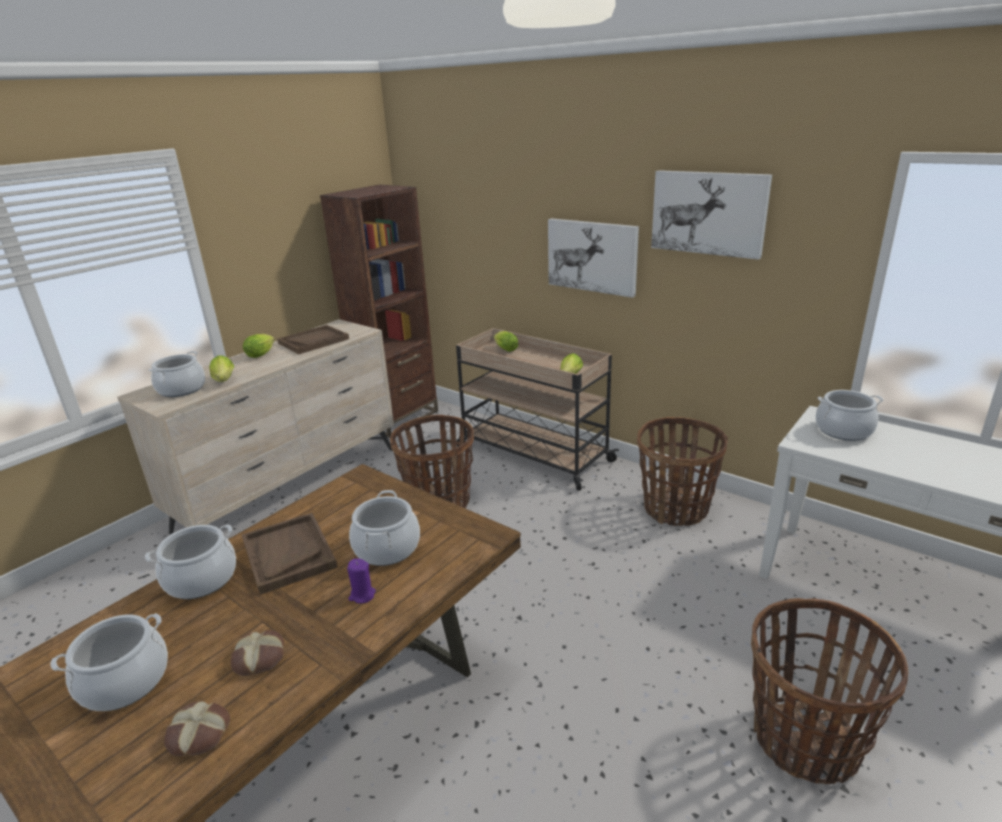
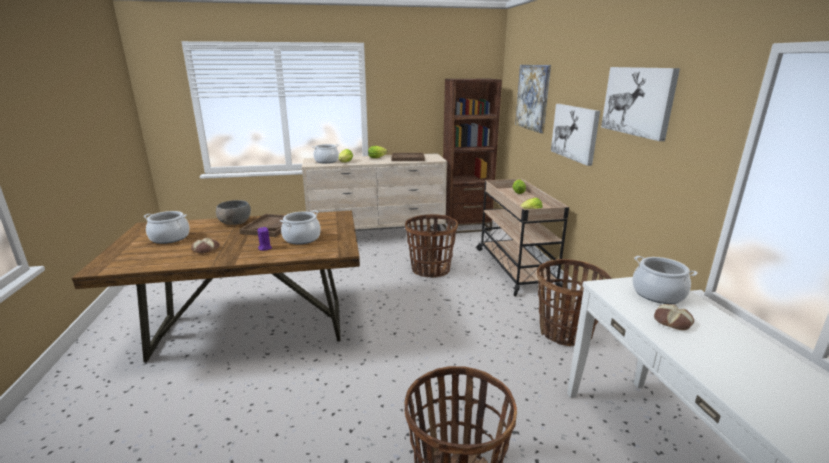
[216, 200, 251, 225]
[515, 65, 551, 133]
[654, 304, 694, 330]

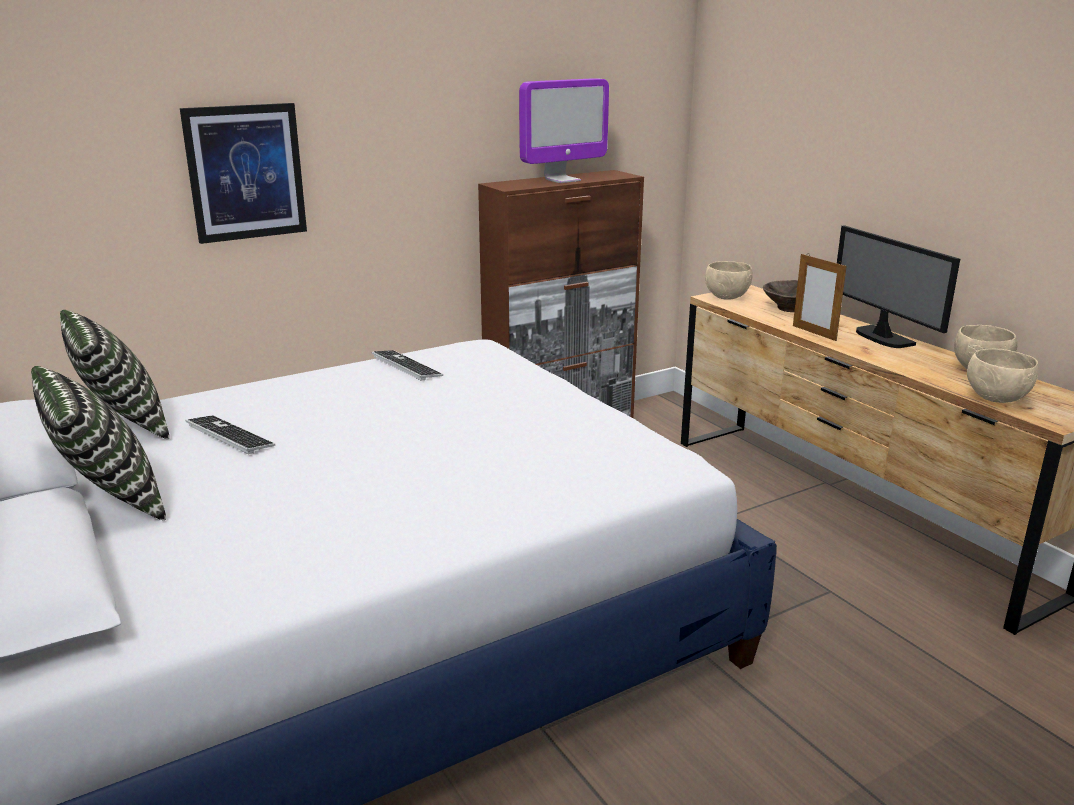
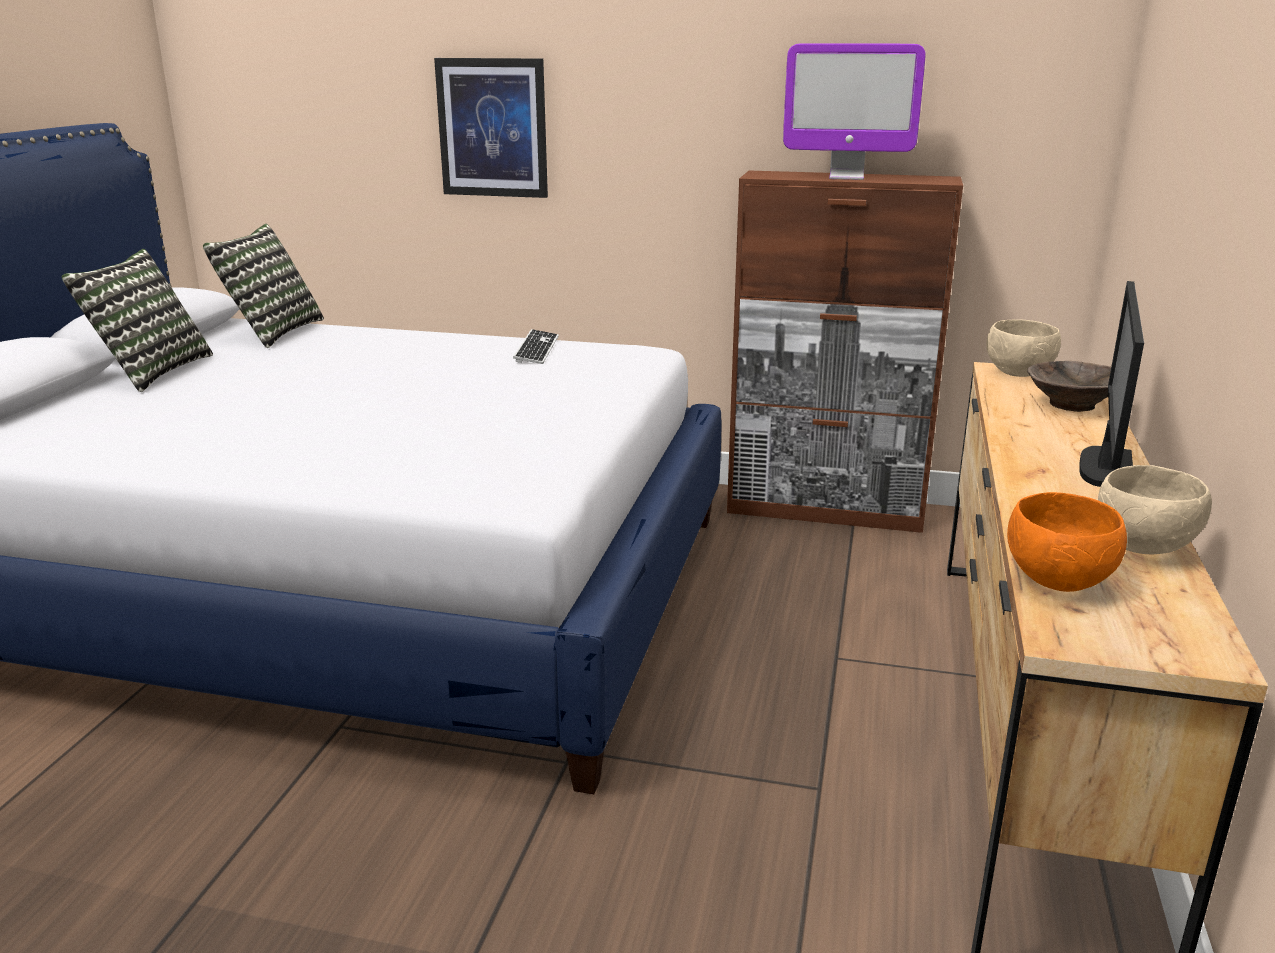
[1007, 492, 1127, 592]
[186, 415, 275, 454] (first image)
[793, 254, 847, 341] (first image)

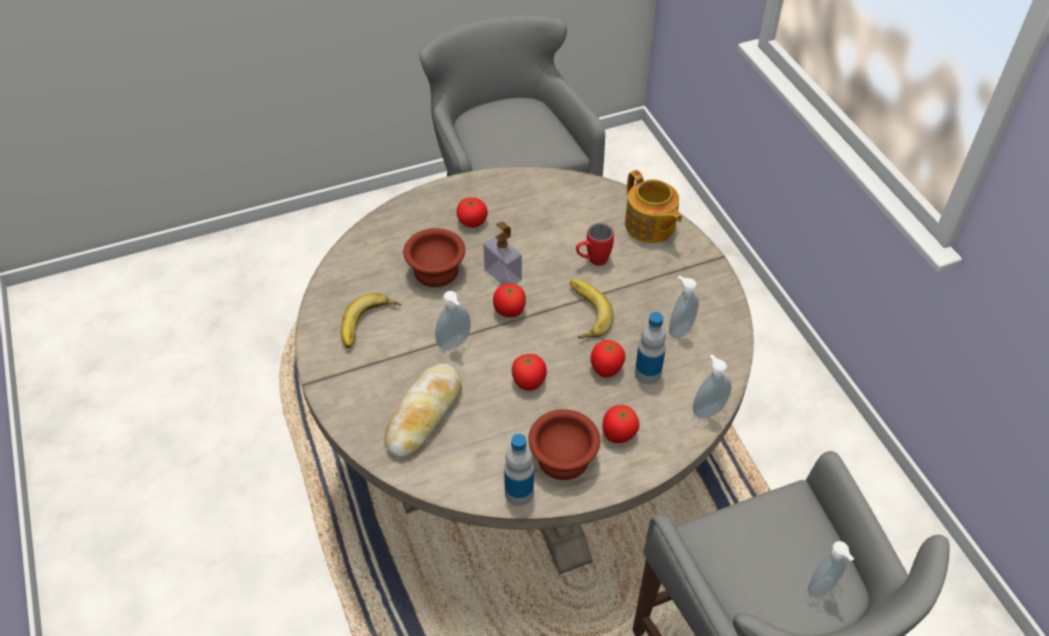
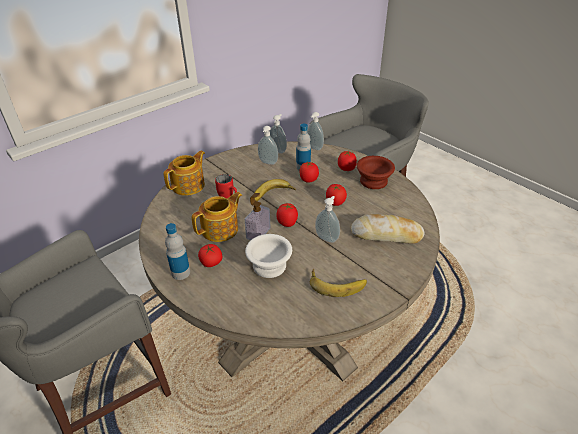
[165, 223, 190, 280]
[191, 192, 242, 242]
[245, 234, 292, 278]
[269, 114, 287, 154]

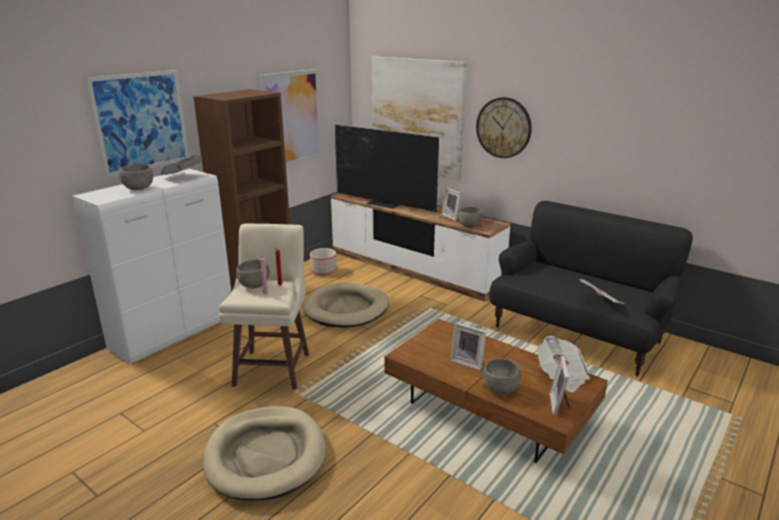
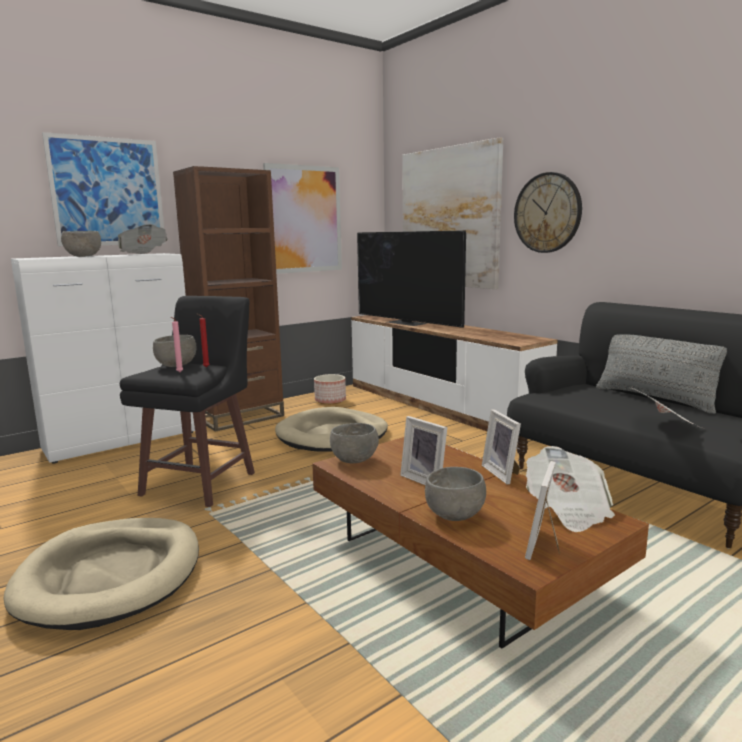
[120, 296, 255, 507]
[330, 423, 379, 463]
[482, 409, 521, 485]
[596, 334, 727, 414]

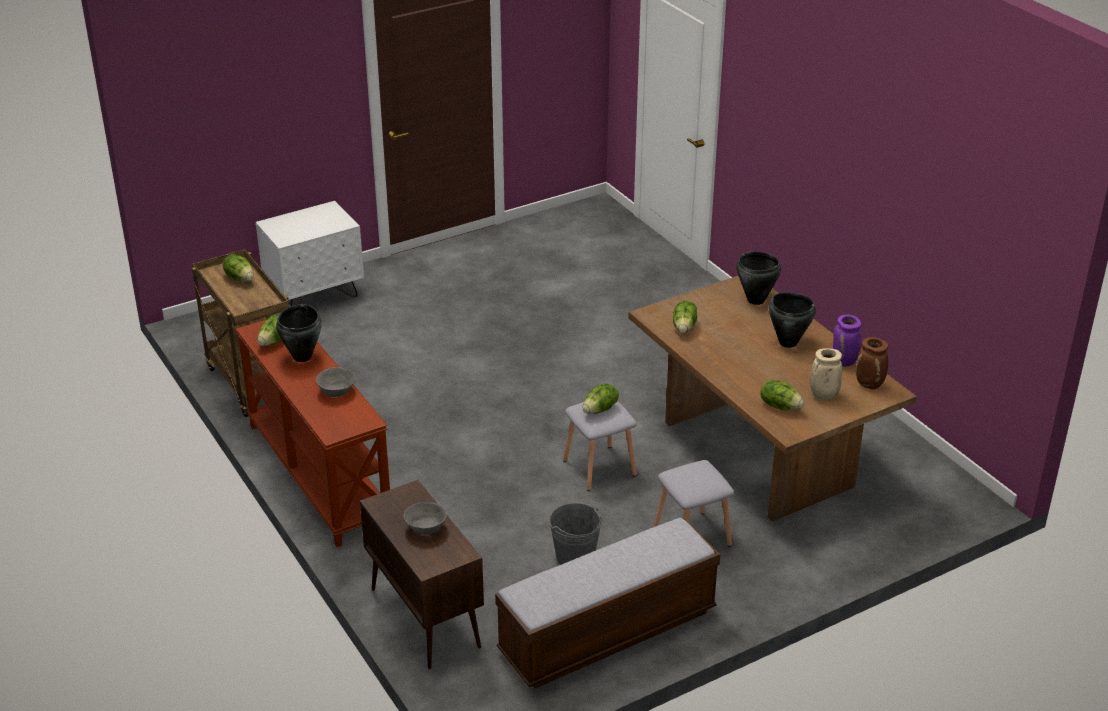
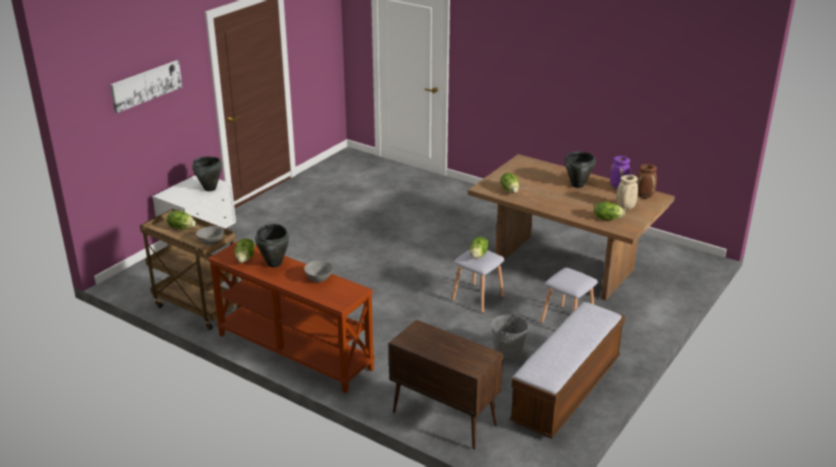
[110, 60, 182, 113]
[192, 156, 222, 191]
[196, 226, 224, 245]

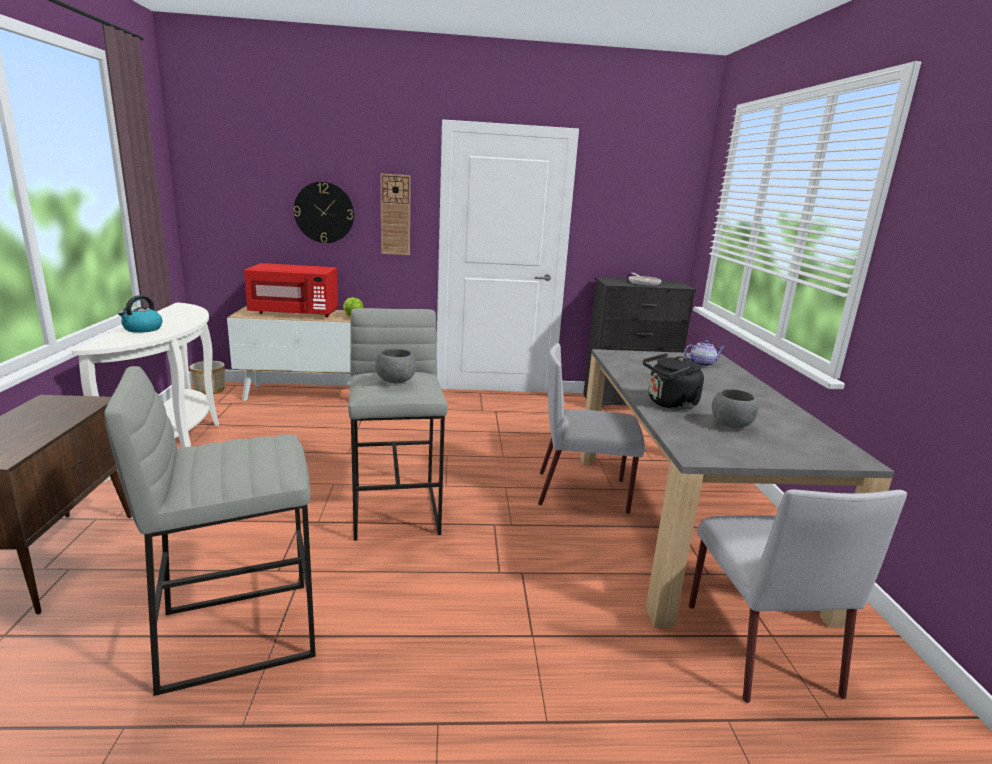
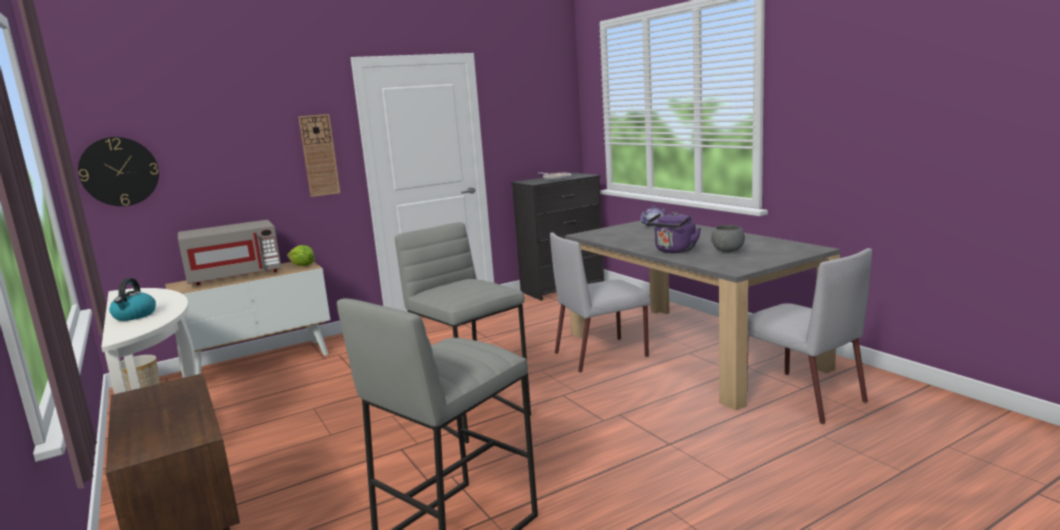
[78, 137, 159, 206]
[178, 220, 281, 285]
[647, 212, 701, 253]
[375, 349, 416, 384] (first image)

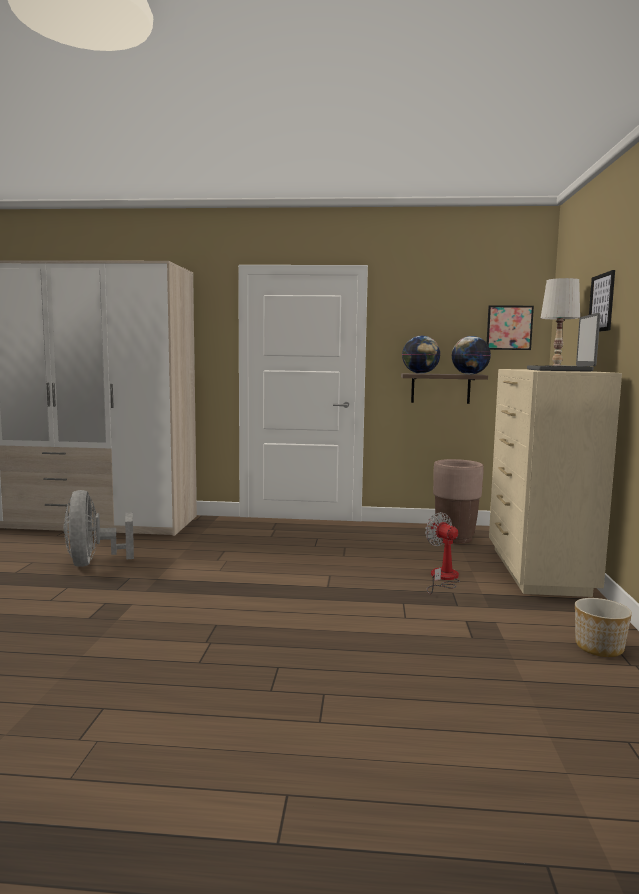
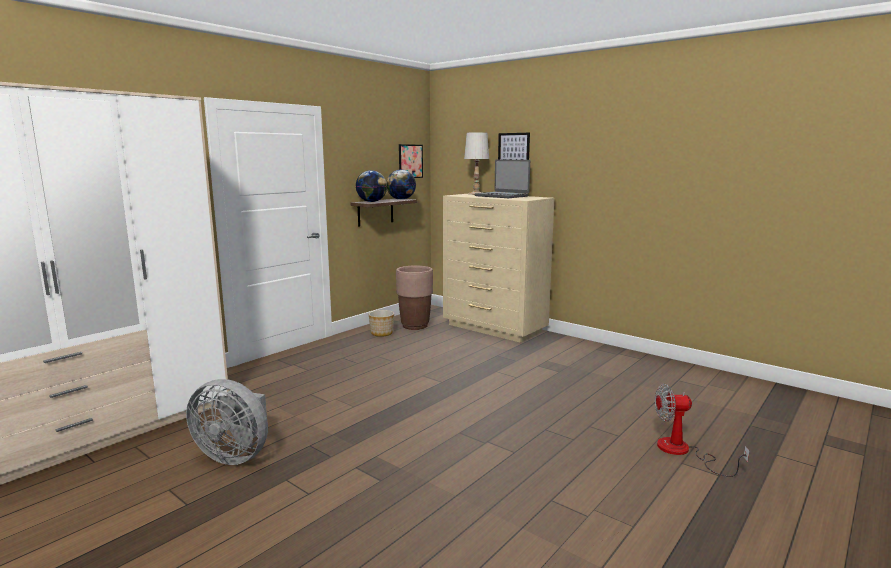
[369, 310, 394, 337]
[655, 384, 750, 477]

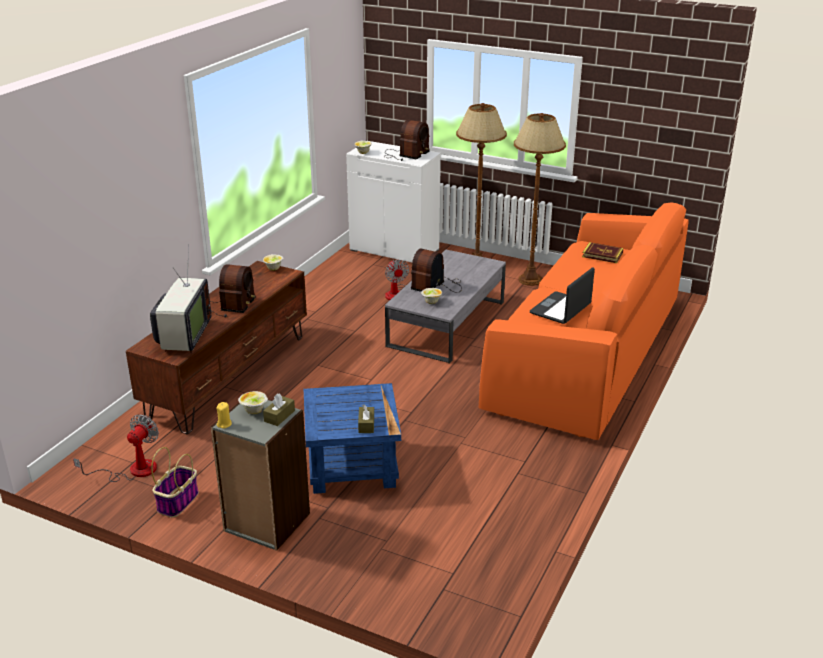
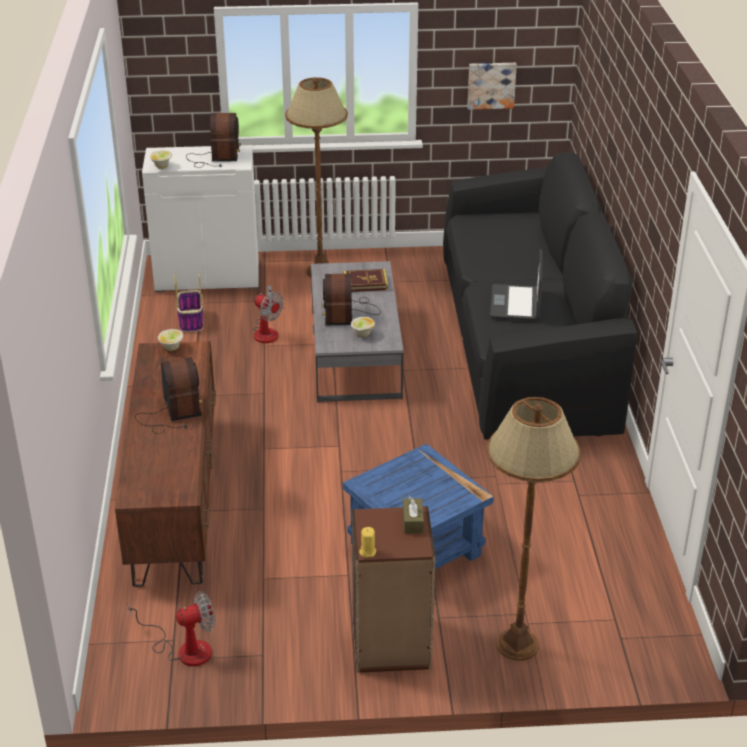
[127, 591, 215, 666]
[174, 273, 203, 332]
[343, 269, 388, 292]
[352, 506, 436, 673]
[443, 153, 637, 440]
[467, 63, 517, 110]
[487, 397, 581, 661]
[150, 244, 211, 353] (first image)
[238, 391, 268, 414] (first image)
[358, 404, 374, 433] (first image)

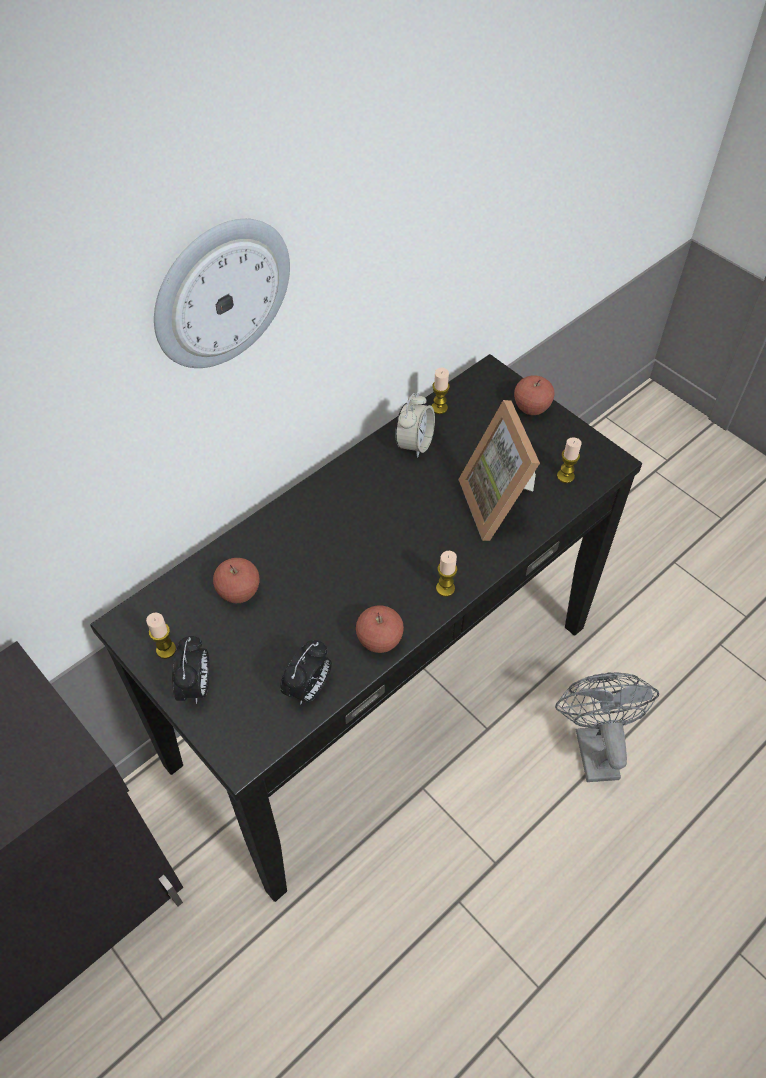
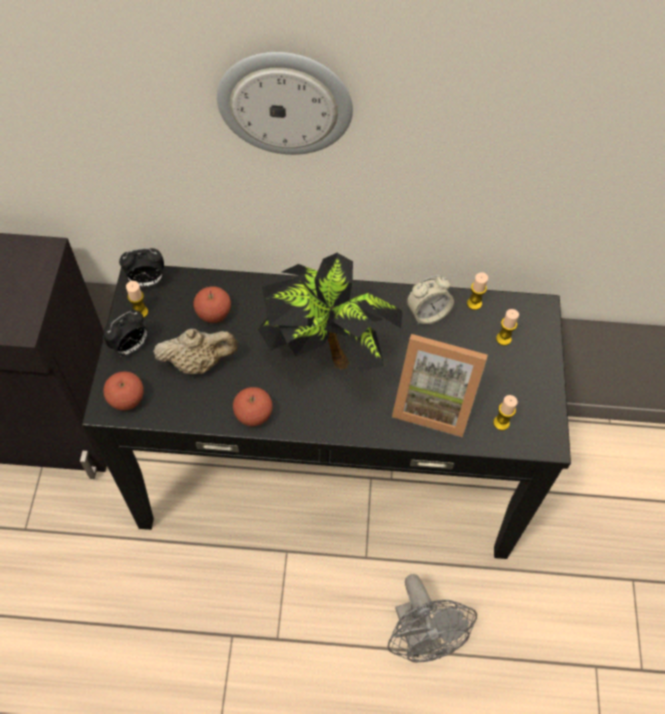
[103, 372, 144, 410]
[119, 248, 164, 288]
[153, 329, 238, 374]
[258, 253, 403, 371]
[388, 574, 477, 663]
[392, 334, 488, 438]
[496, 309, 519, 346]

